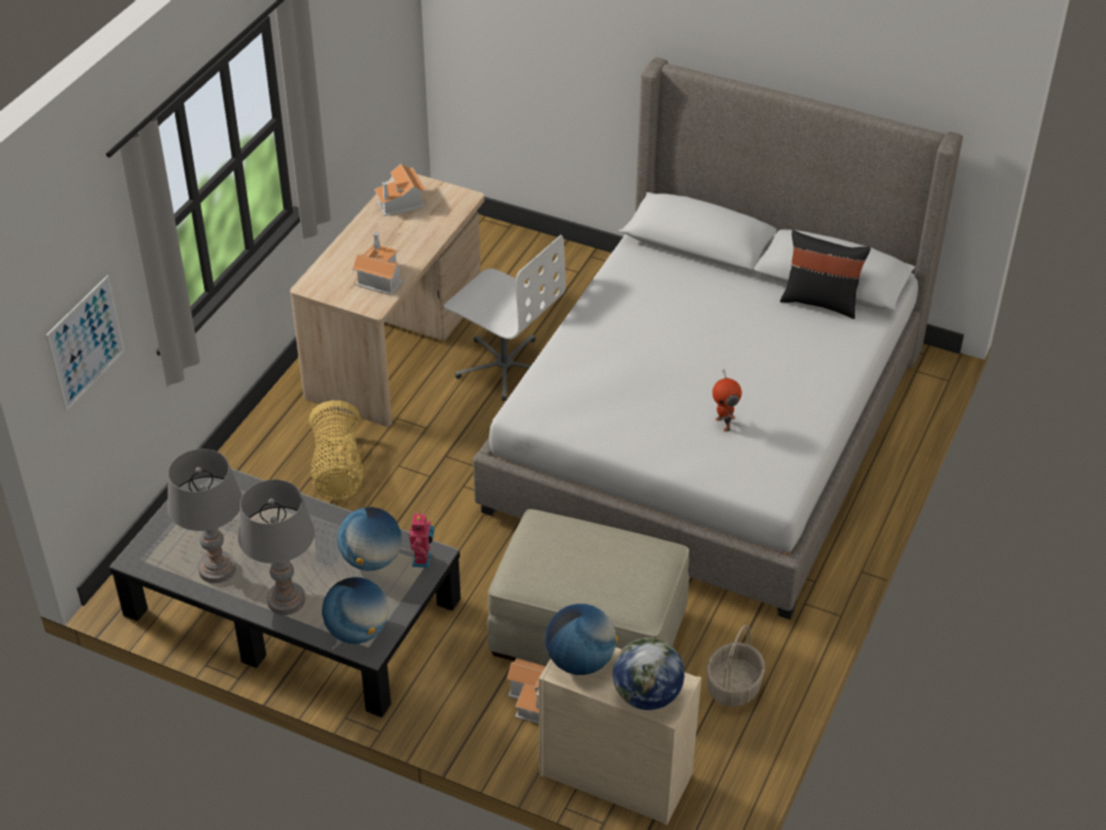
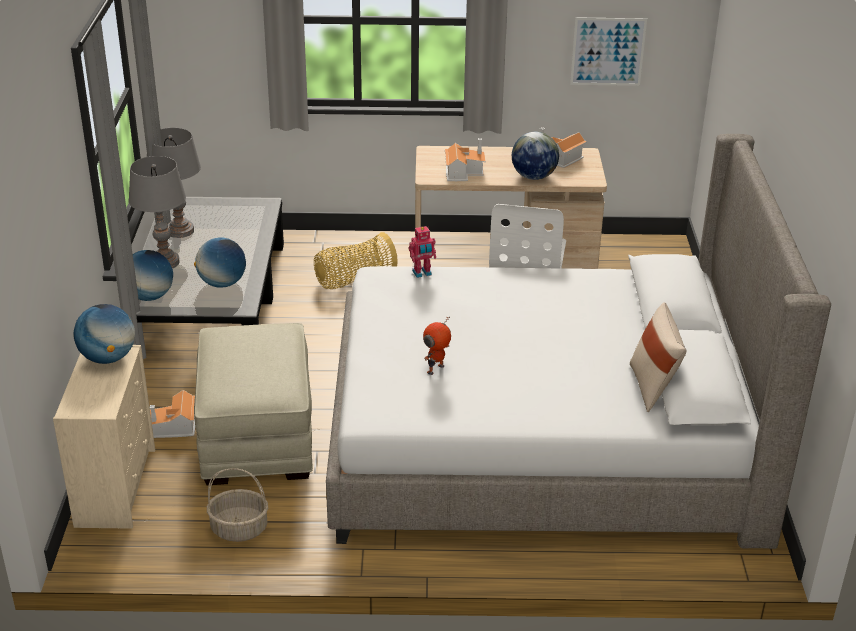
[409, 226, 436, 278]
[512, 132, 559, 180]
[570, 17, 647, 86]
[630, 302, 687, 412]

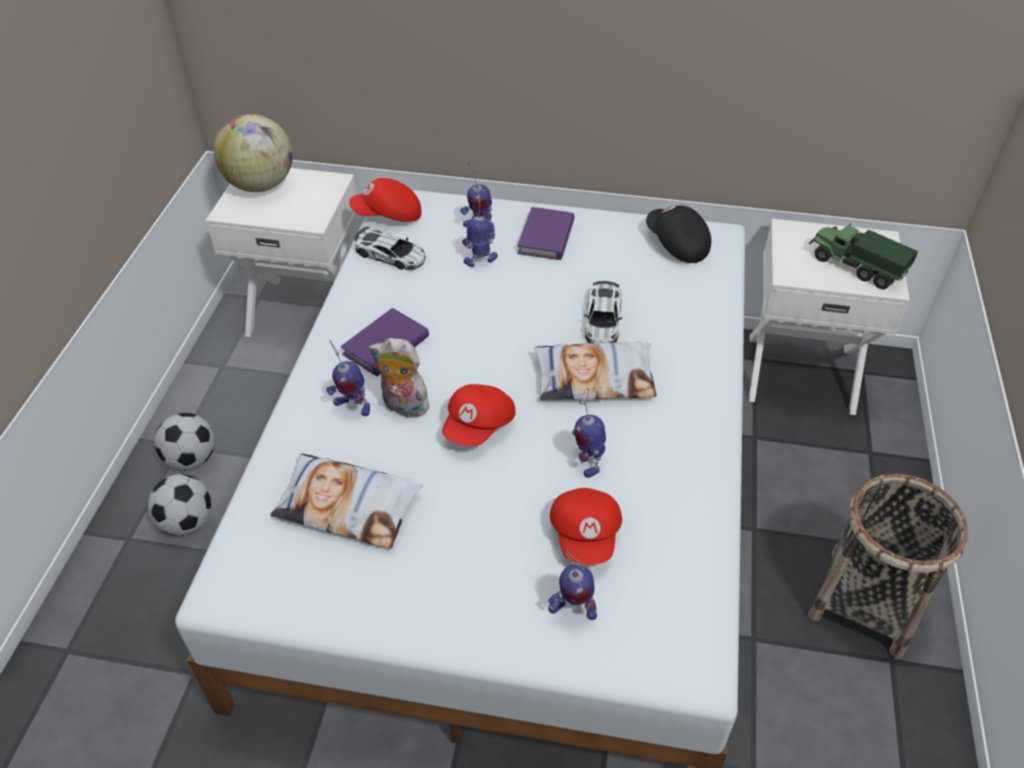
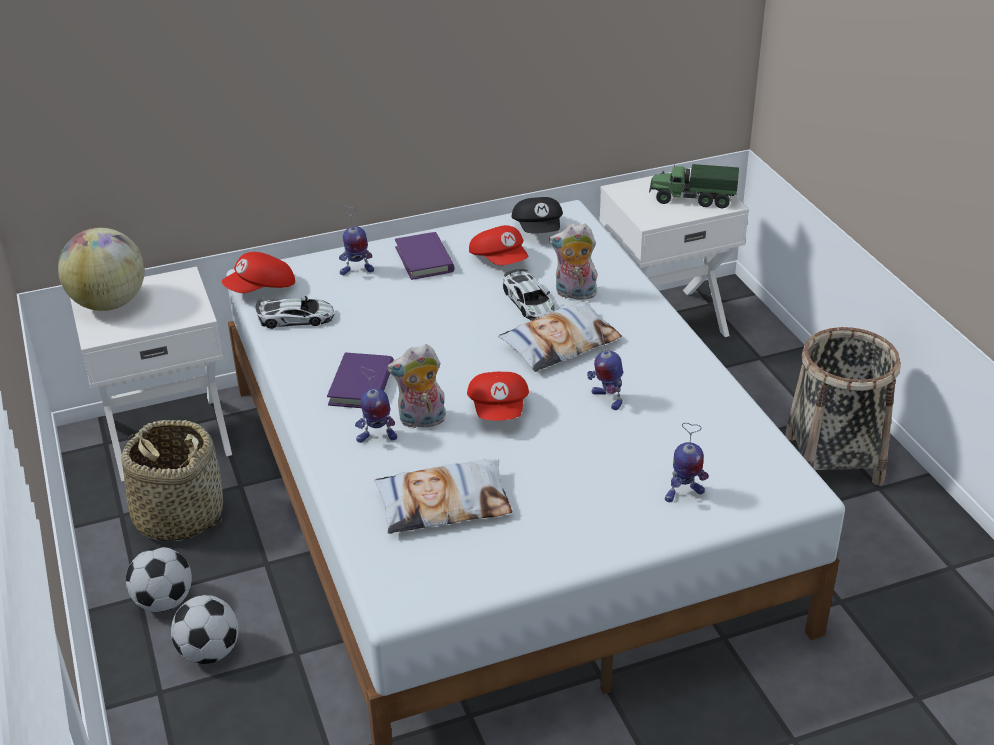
[122, 420, 223, 542]
[469, 225, 528, 265]
[511, 197, 563, 233]
[549, 224, 599, 300]
[462, 189, 498, 268] (first image)

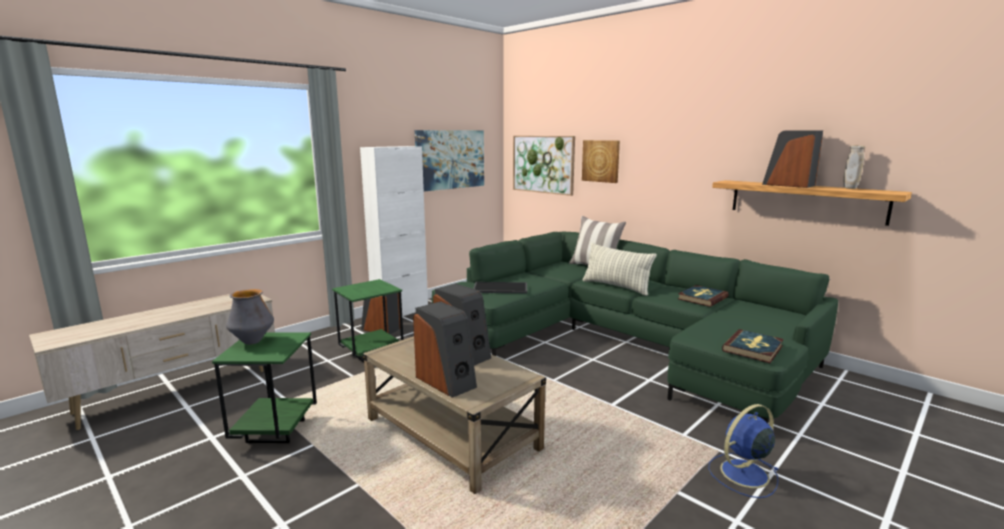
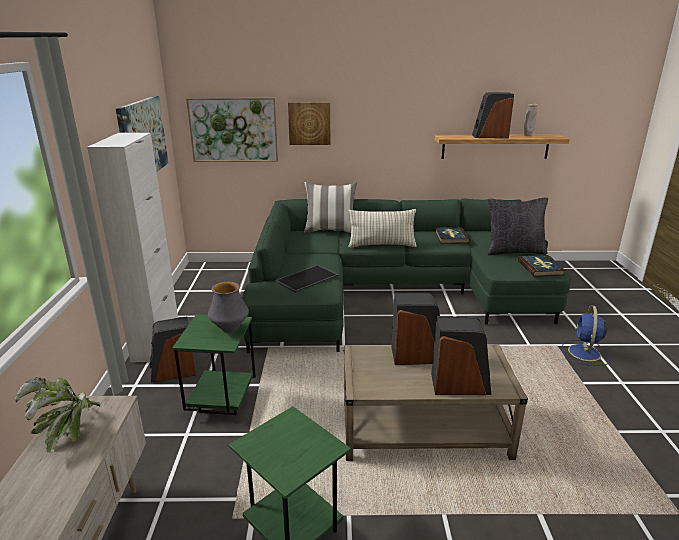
[15, 377, 101, 453]
[208, 282, 249, 333]
[488, 198, 548, 255]

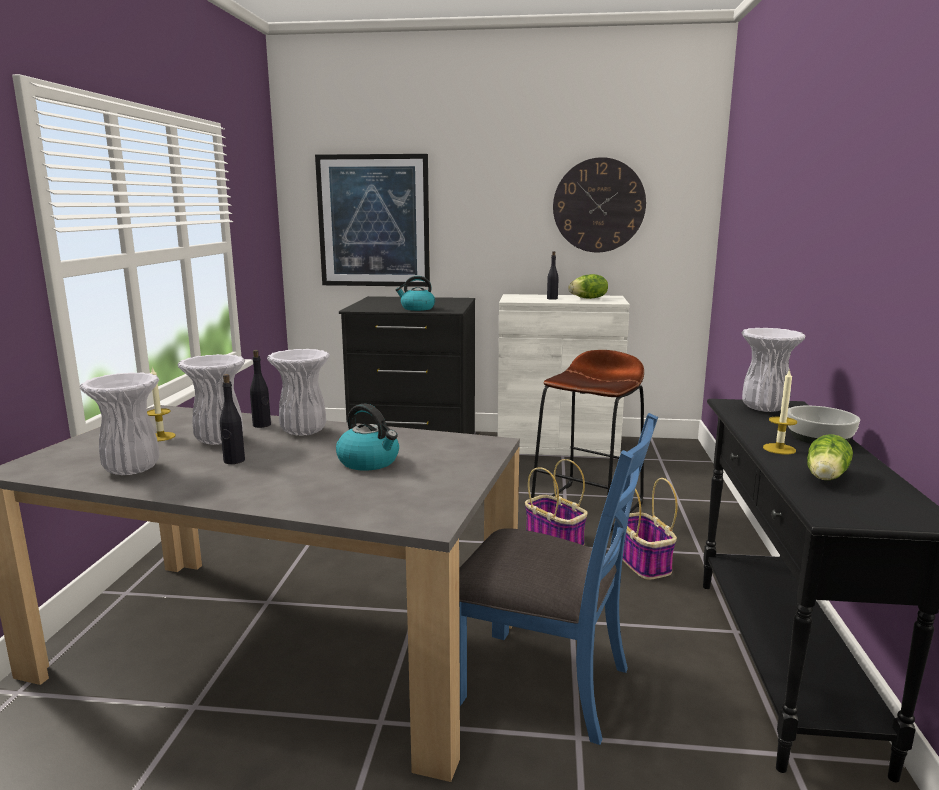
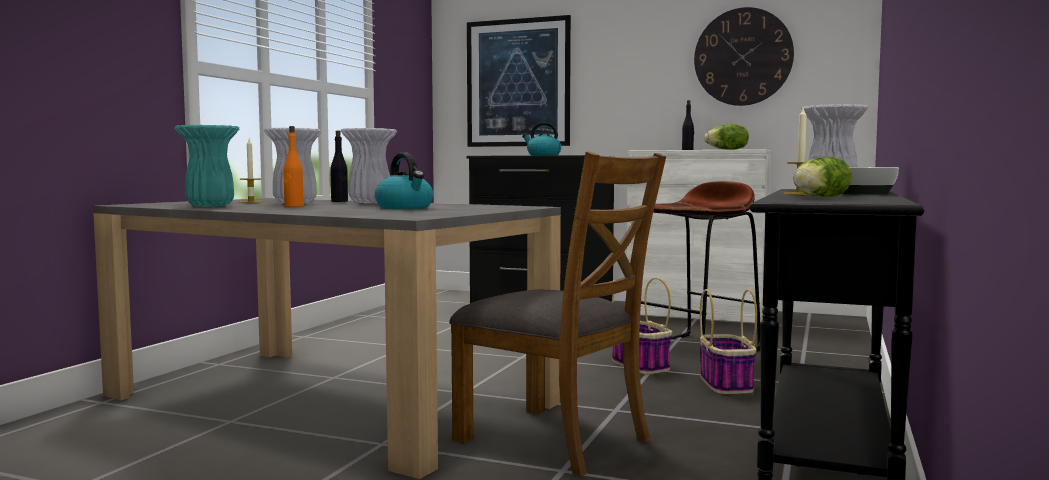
[175, 125, 239, 207]
[283, 126, 304, 207]
[449, 152, 666, 476]

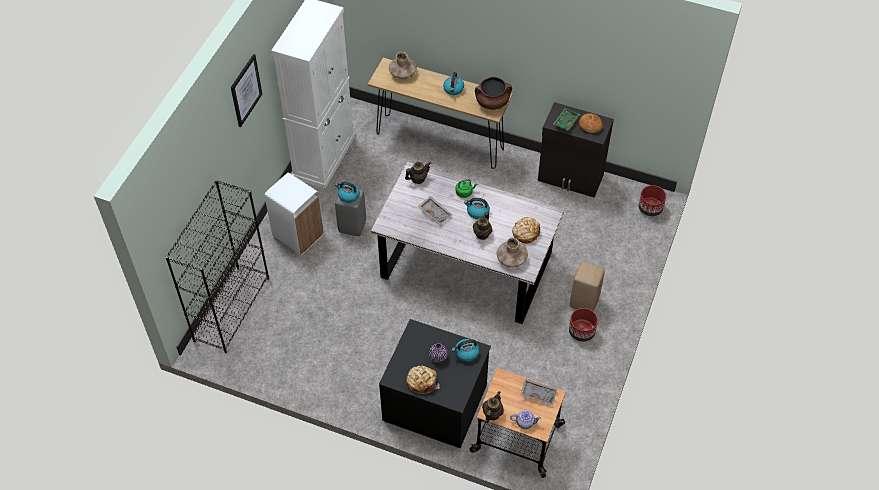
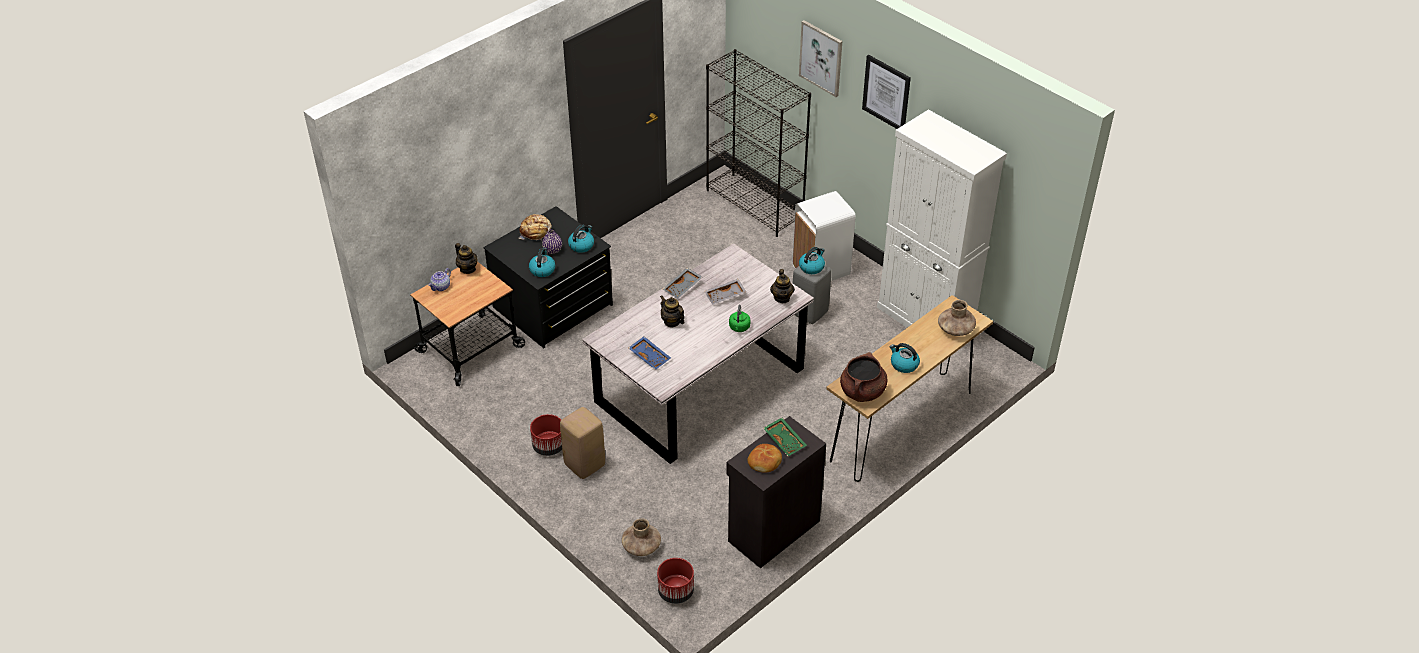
[568, 225, 594, 253]
[622, 519, 661, 556]
[629, 336, 671, 370]
[663, 268, 702, 298]
[799, 20, 842, 97]

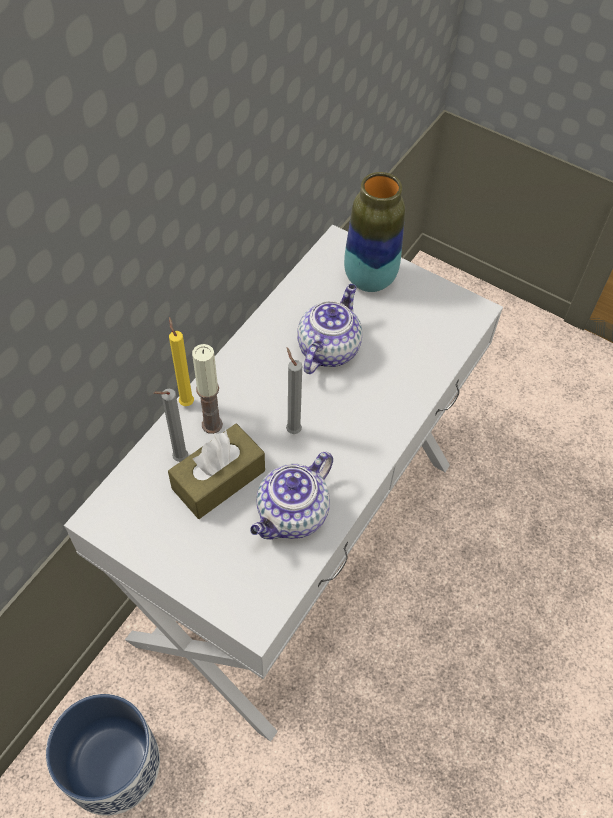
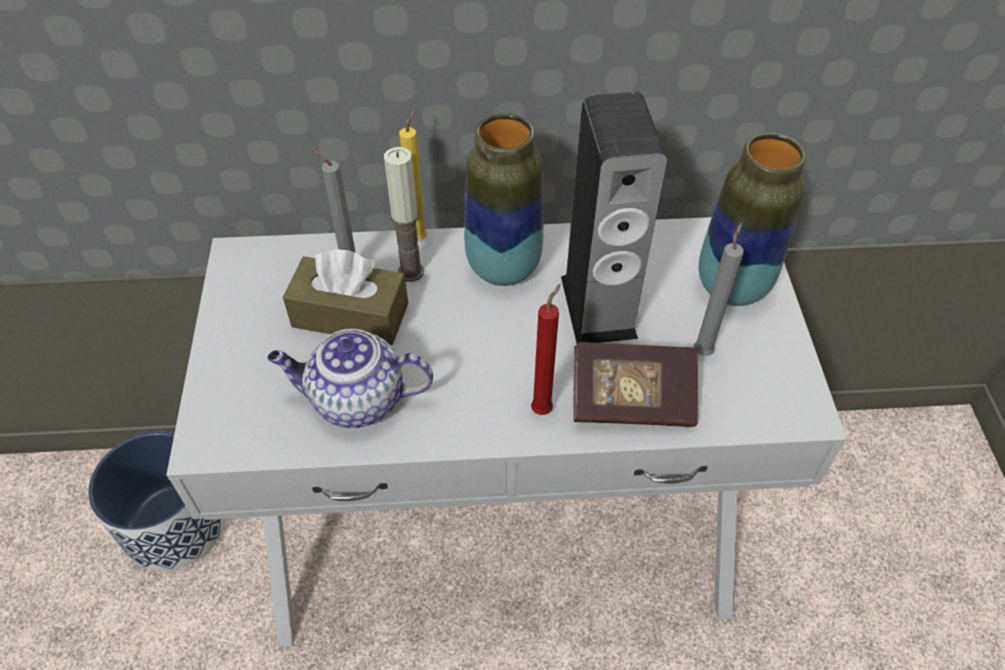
[464, 113, 543, 286]
[531, 284, 561, 415]
[561, 92, 667, 345]
[573, 342, 698, 427]
[694, 222, 744, 356]

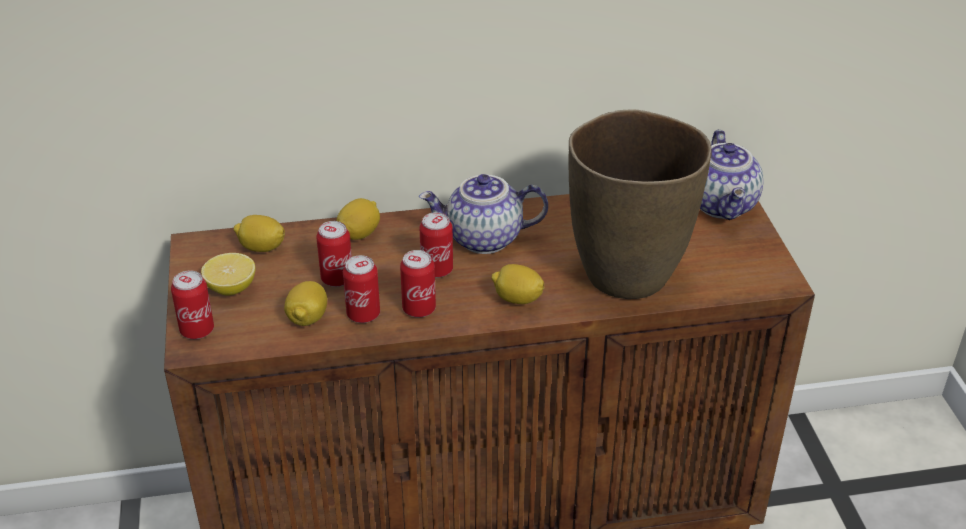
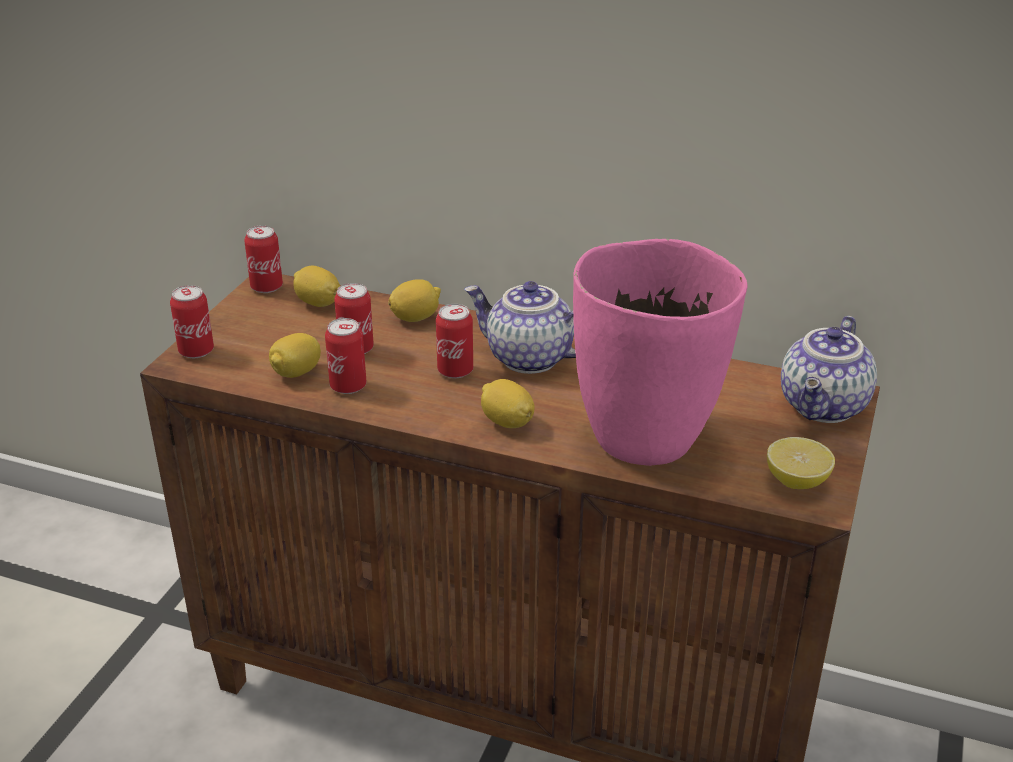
[244, 225, 283, 293]
[573, 239, 747, 466]
[767, 437, 835, 489]

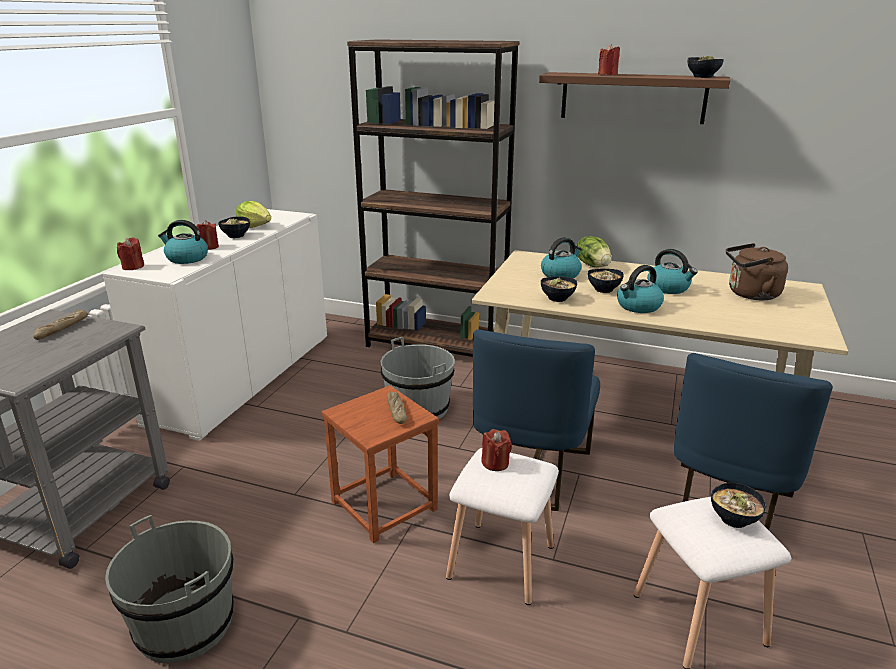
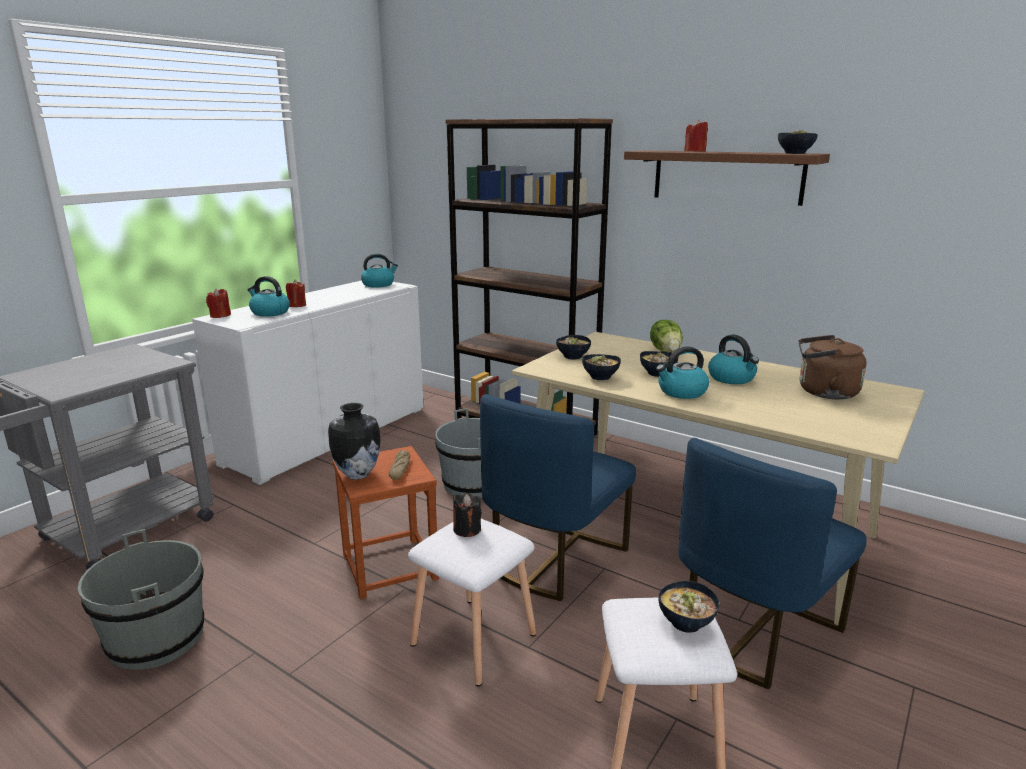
[328, 403, 381, 480]
[361, 254, 398, 288]
[453, 493, 482, 537]
[556, 335, 591, 359]
[33, 310, 88, 340] (first image)
[236, 201, 271, 228] (first image)

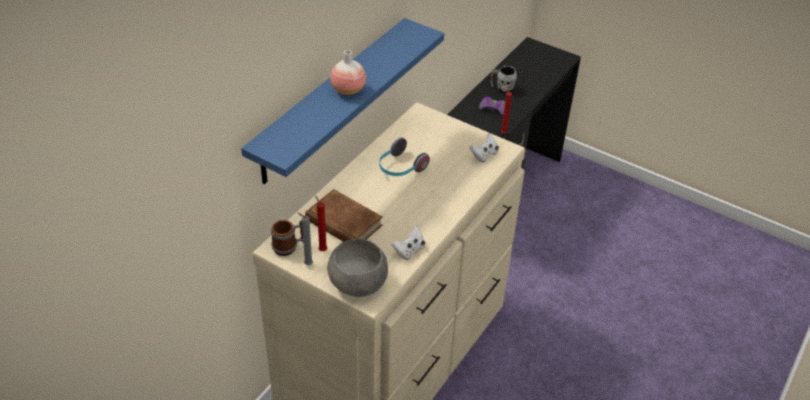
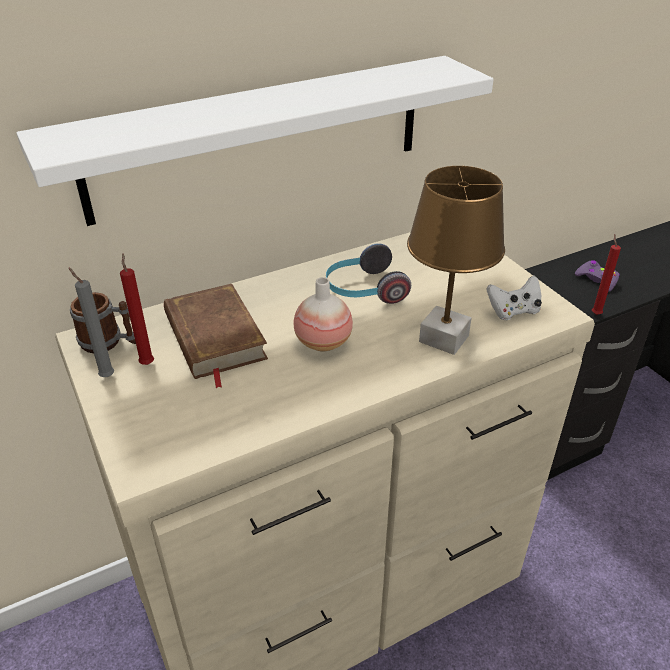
[16, 56, 494, 226]
[294, 277, 353, 351]
[407, 166, 505, 355]
[327, 238, 388, 297] (first image)
[392, 226, 425, 260] (first image)
[491, 66, 517, 93] (first image)

